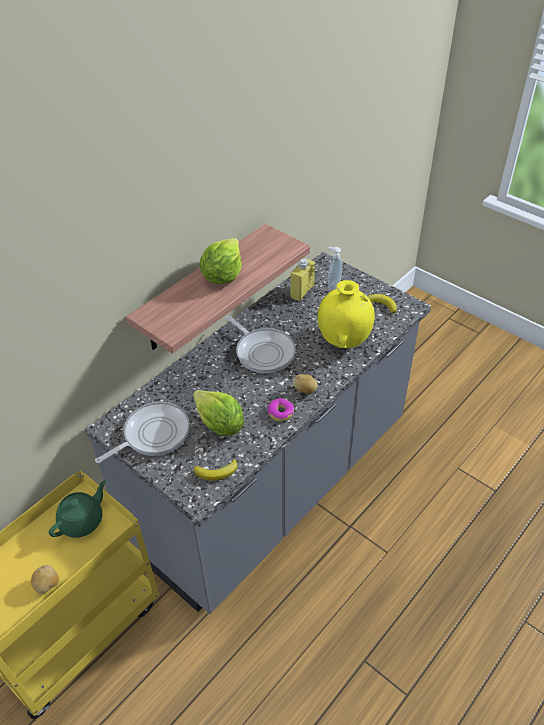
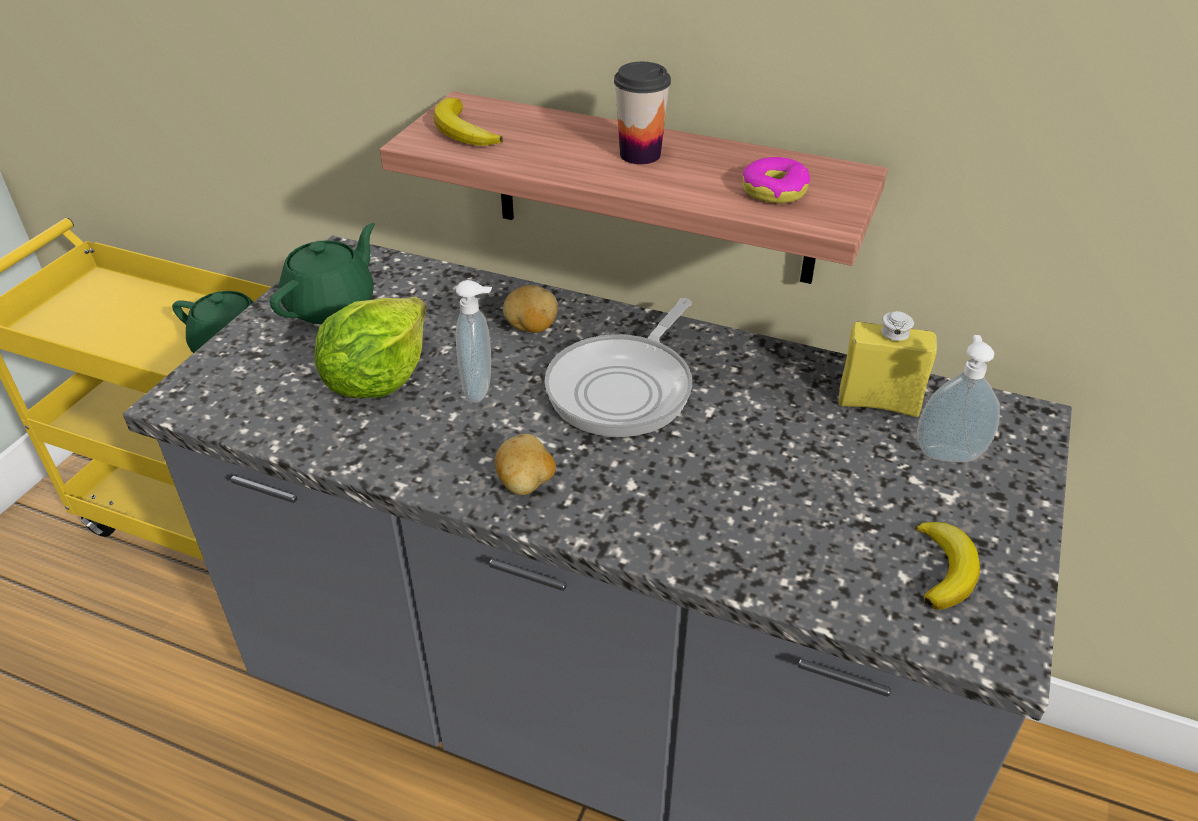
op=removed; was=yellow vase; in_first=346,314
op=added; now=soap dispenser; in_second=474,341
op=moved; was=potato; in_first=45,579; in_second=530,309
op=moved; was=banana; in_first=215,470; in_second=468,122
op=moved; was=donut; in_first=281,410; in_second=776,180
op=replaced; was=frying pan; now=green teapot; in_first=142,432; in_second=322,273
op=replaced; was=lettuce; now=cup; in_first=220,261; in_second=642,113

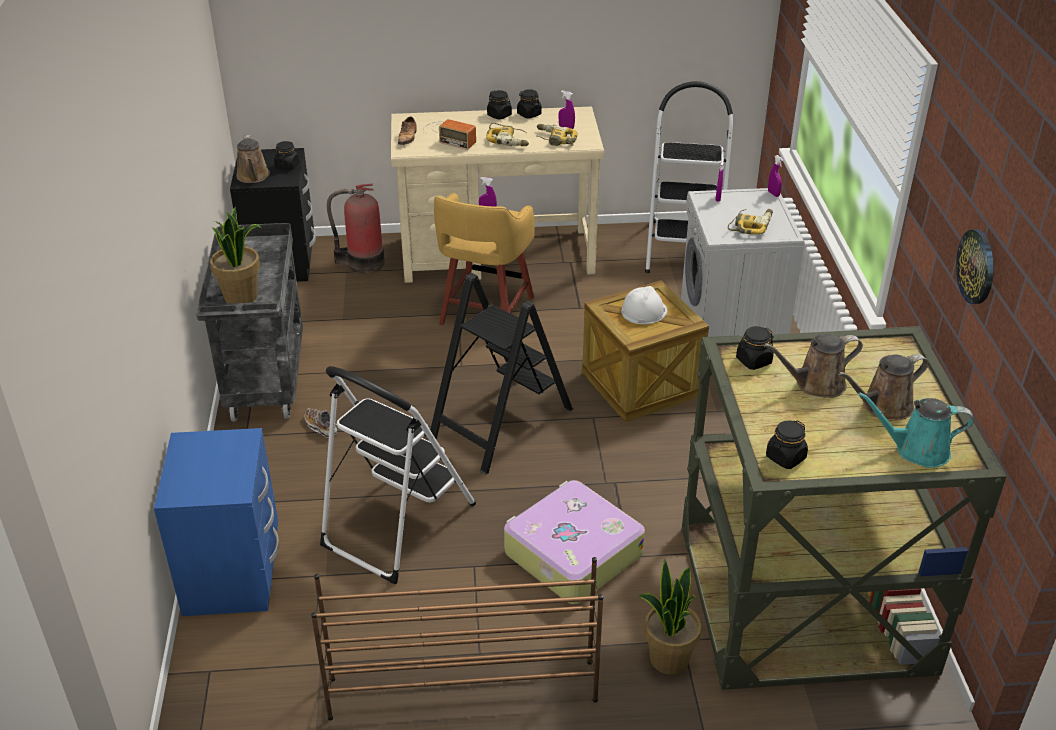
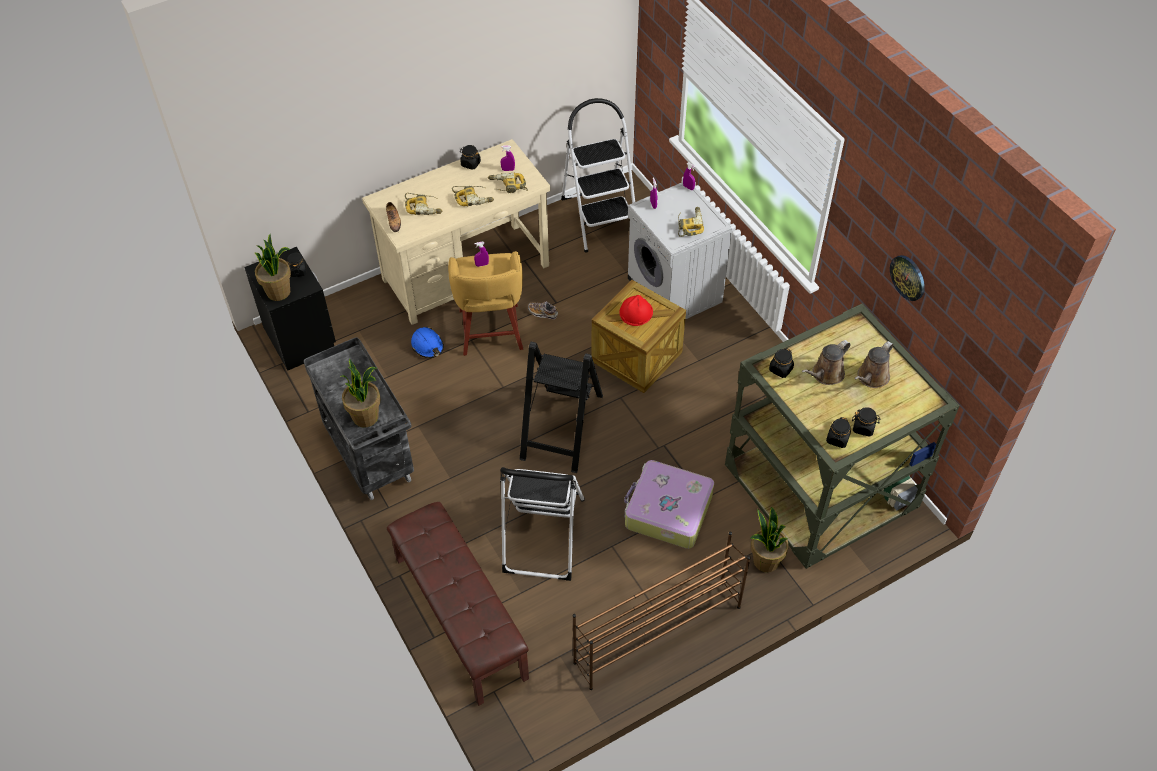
op=removed; was=fire extinguisher; in_first=356,228
op=removed; was=turquoise watering can; in_first=916,430
op=added; now=blue hard hat; in_second=427,342
op=moved; was=shoe; in_first=321,423; in_second=543,310
op=moved; was=black jar; in_first=499,104; in_second=866,422
op=replaced; was=blue nightstand; now=brown bench; in_first=216,522; in_second=458,604
op=replaced; was=brown watering can; now=potted plant; in_first=253,159; in_second=273,267
op=replaced; was=radio; now=power drill; in_first=449,134; in_second=424,204
op=recoloured; was=white hard hat; now=red hard hat; in_first=644,305; in_second=636,310

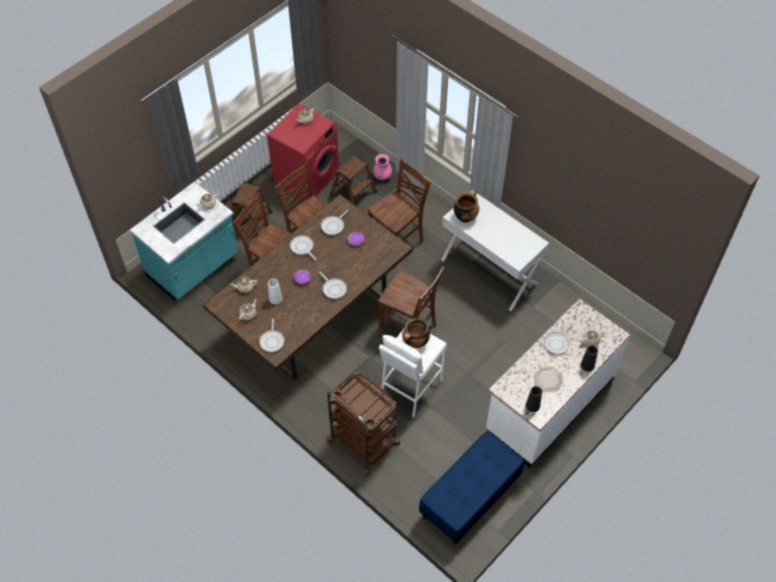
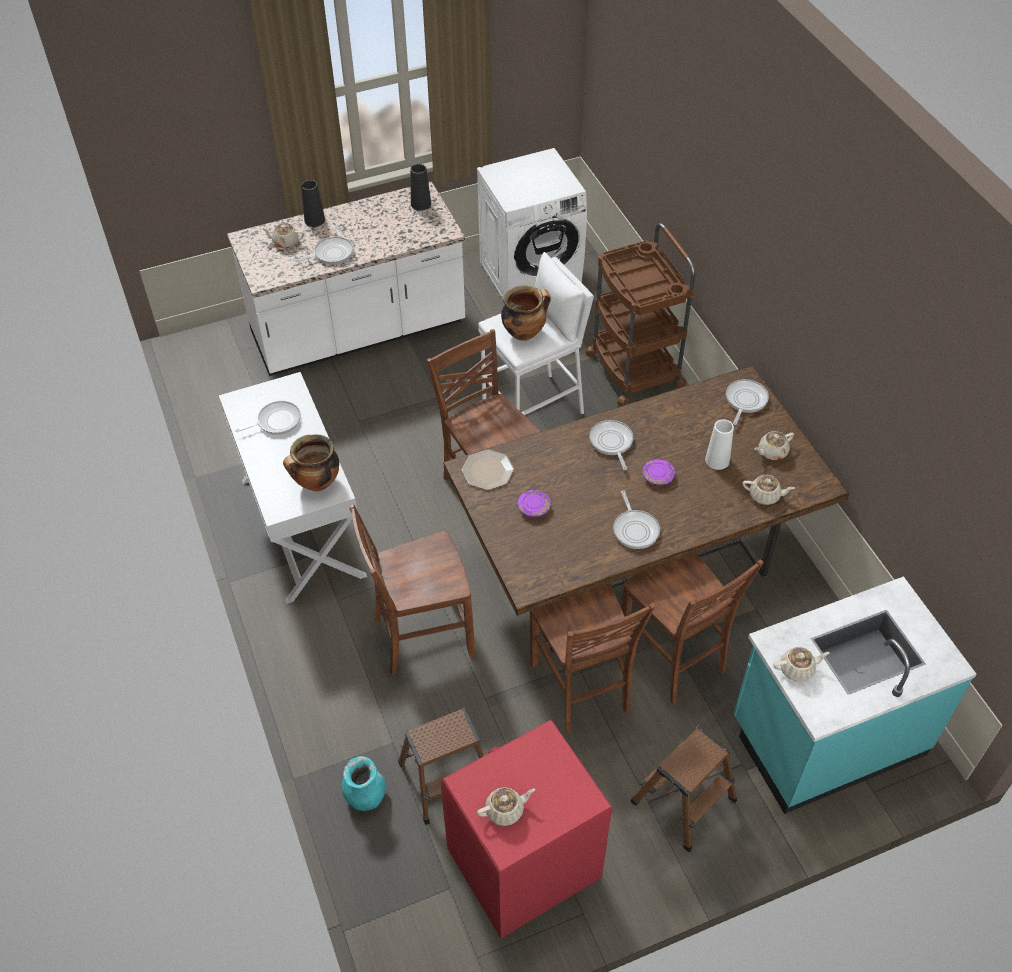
op=moved; was=frying pan; in_first=335,222; in_second=268,418
op=moved; was=plate; in_first=548,379; in_second=488,470
op=replaced; was=blue bench; now=white washing machine; in_first=471,488; in_second=532,224
op=recoloured; was=pink vase; now=turquoise vase; in_first=382,167; in_second=363,783

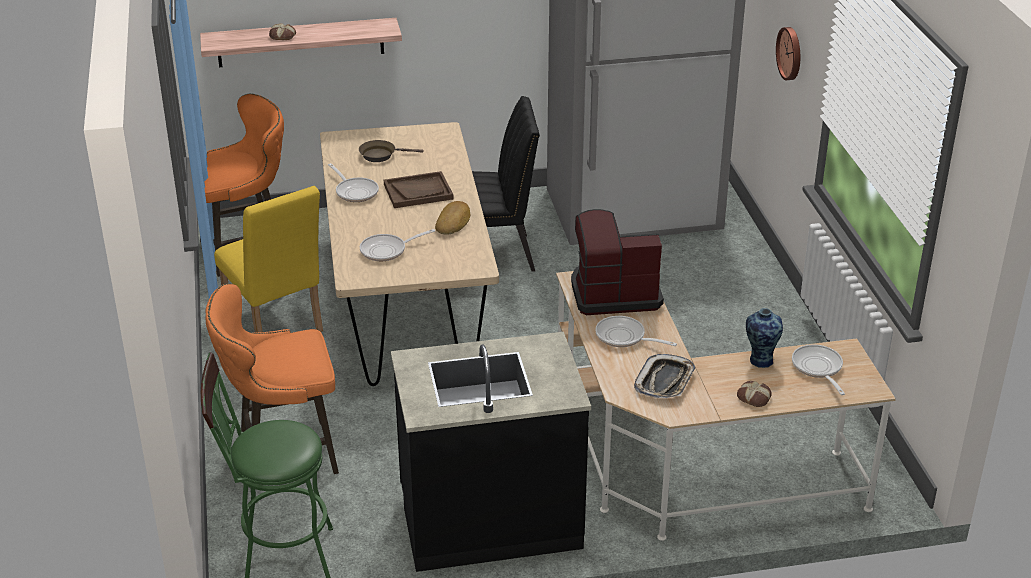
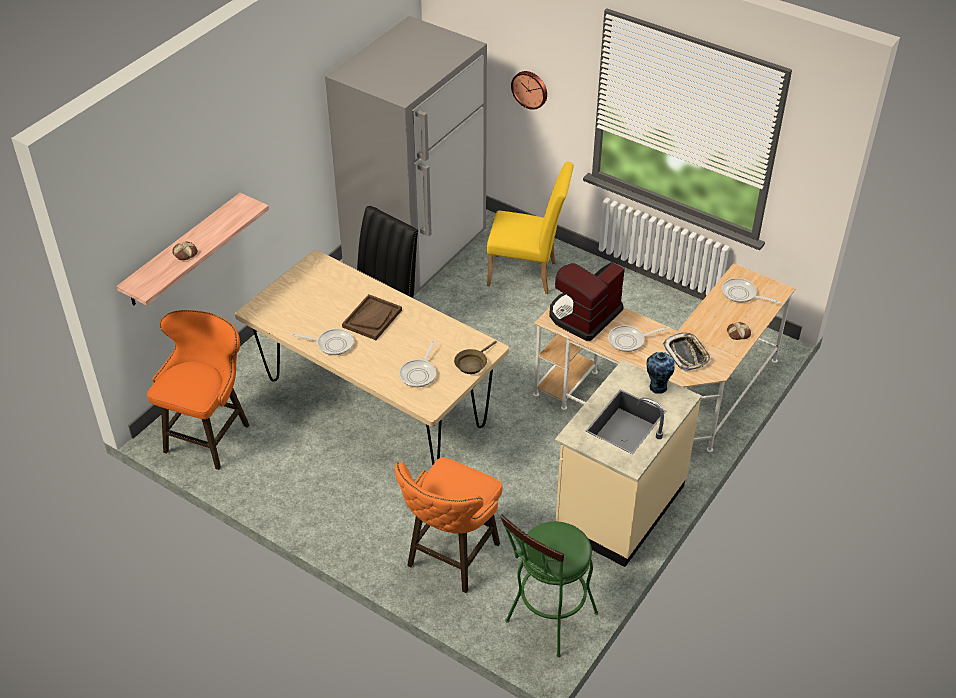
op=removed; was=bread; in_first=452,218
op=moved; was=yellow chair; in_first=268,259; in_second=530,227
op=moved; was=brown frying pan; in_first=391,151; in_second=475,357
op=moved; was=vase; in_first=764,338; in_second=661,373
op=recoloured; was=black counter; now=beige counter; in_first=491,452; in_second=628,463

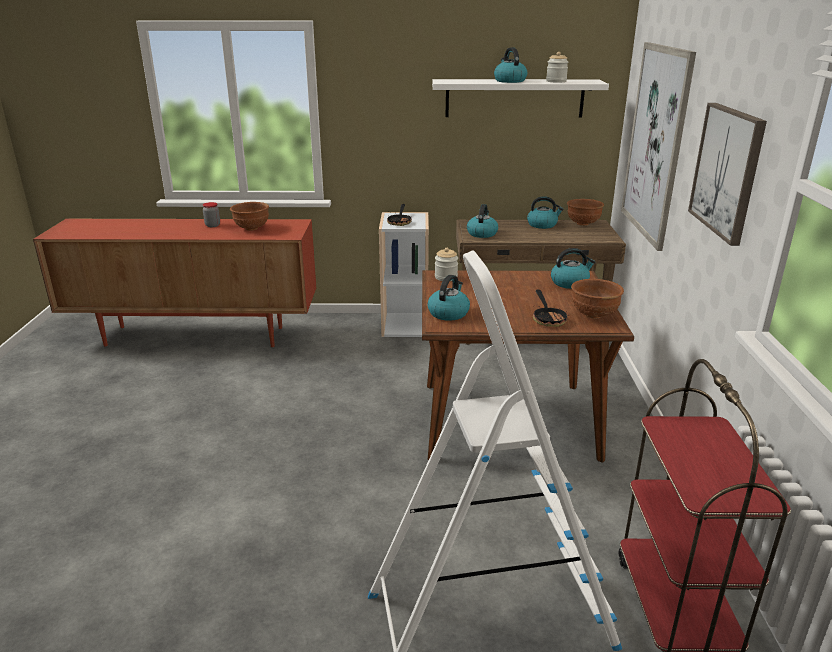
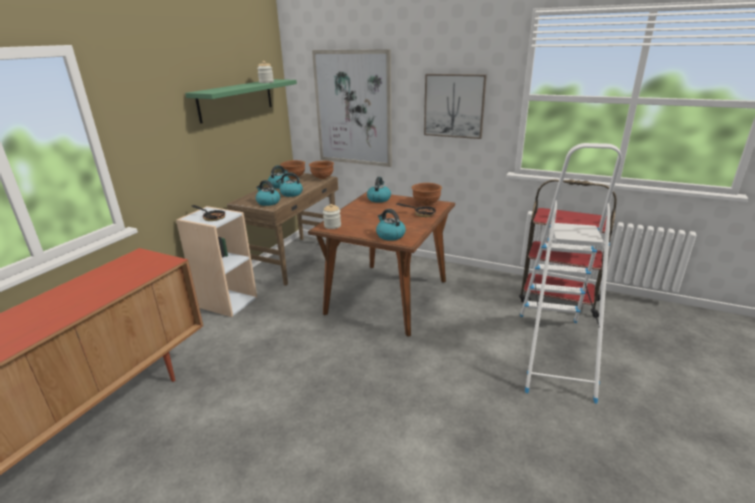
op=removed; was=jar; in_first=211,214
op=moved; was=brown bowl; in_first=249,216; in_second=321,170
op=moved; was=kettle; in_first=510,65; in_second=289,184
op=recoloured; was=white shelf; now=green shelf; in_first=520,98; in_second=241,101

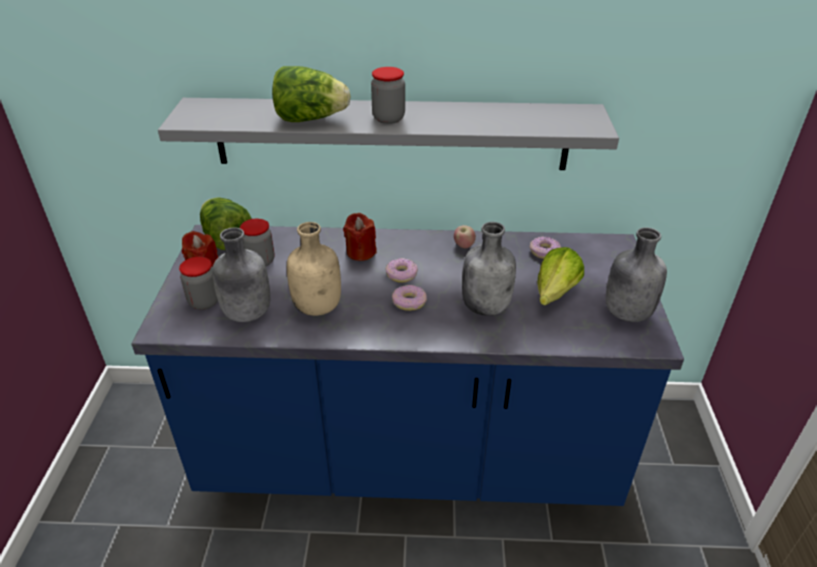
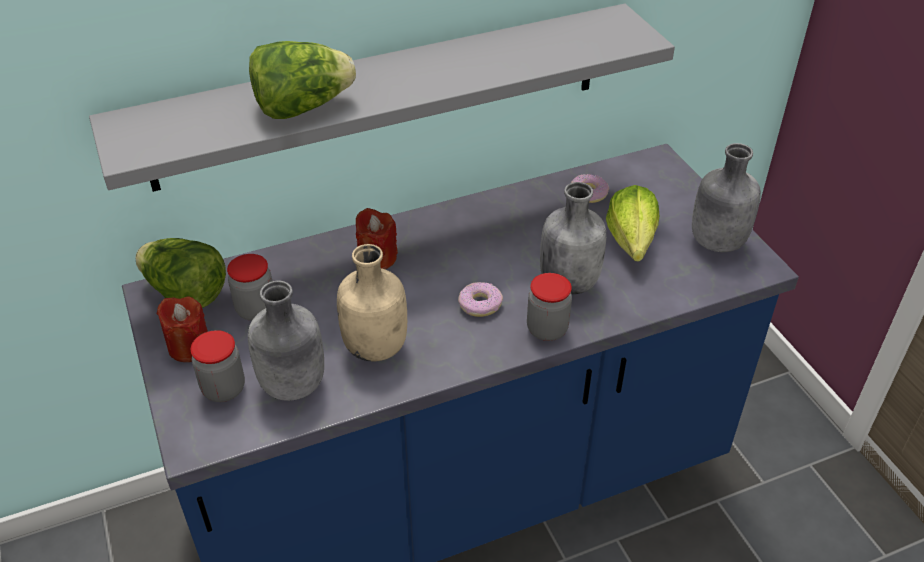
op=removed; was=donut; in_first=401,270
op=removed; was=apple; in_first=465,236
op=moved; was=jar; in_first=388,95; in_second=549,307

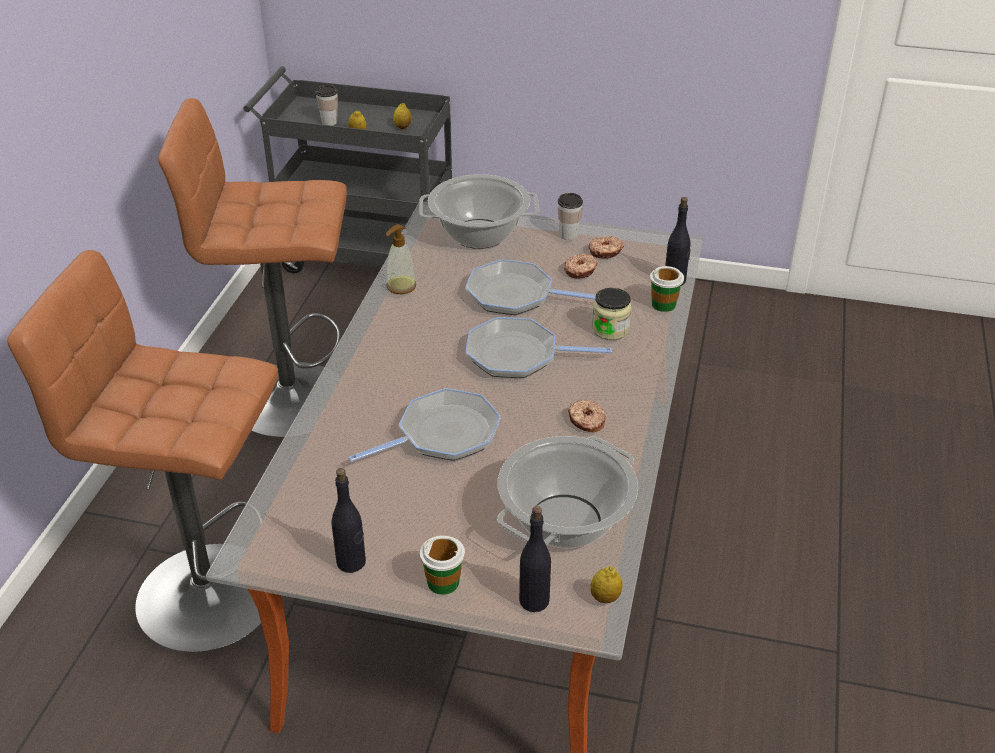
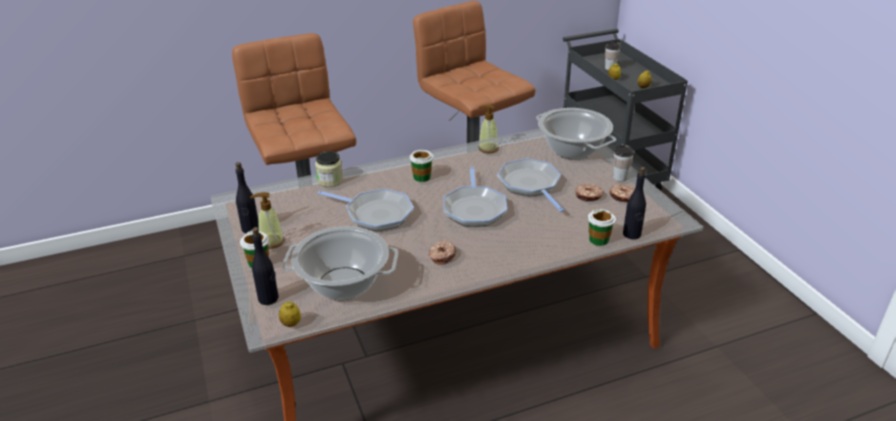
op=added; now=soap dispenser; in_second=267,220
op=added; now=cup; in_second=421,166
op=moved; was=jar; in_first=611,314; in_second=329,169
op=turned; was=frying pan; in_first=539,347; in_second=475,197; clockwise=-150

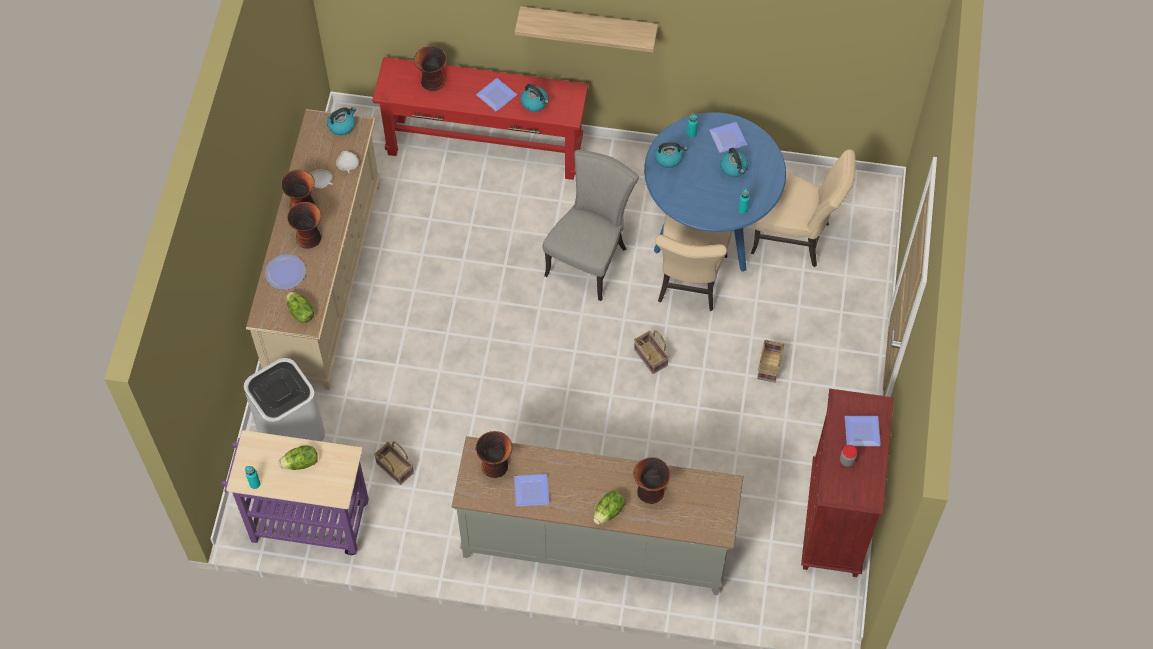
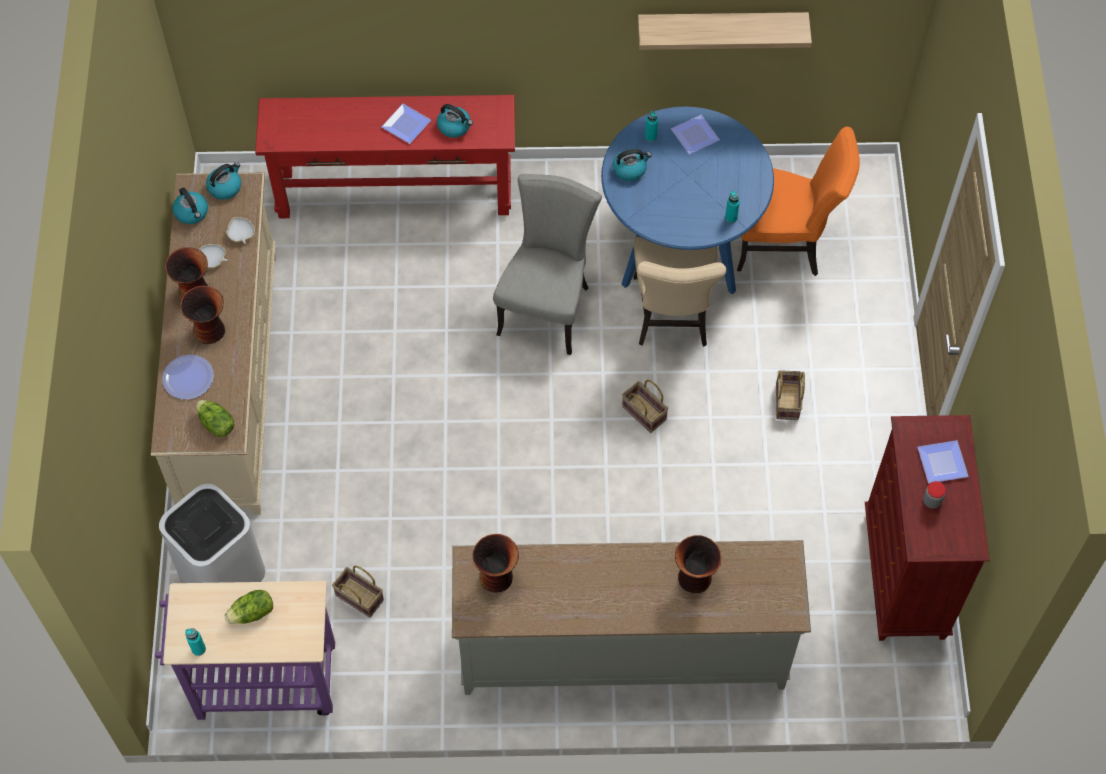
op=removed; was=vase; in_first=430,68
op=removed; was=plate; in_first=531,490
op=removed; was=lettuce; in_first=609,508
op=moved; was=shelf; in_first=586,29; in_second=725,31
op=moved; was=kettle; in_first=734,162; in_second=190,205
op=recoloured; was=beige chair; now=orange chair; in_first=803,208; in_second=798,201

